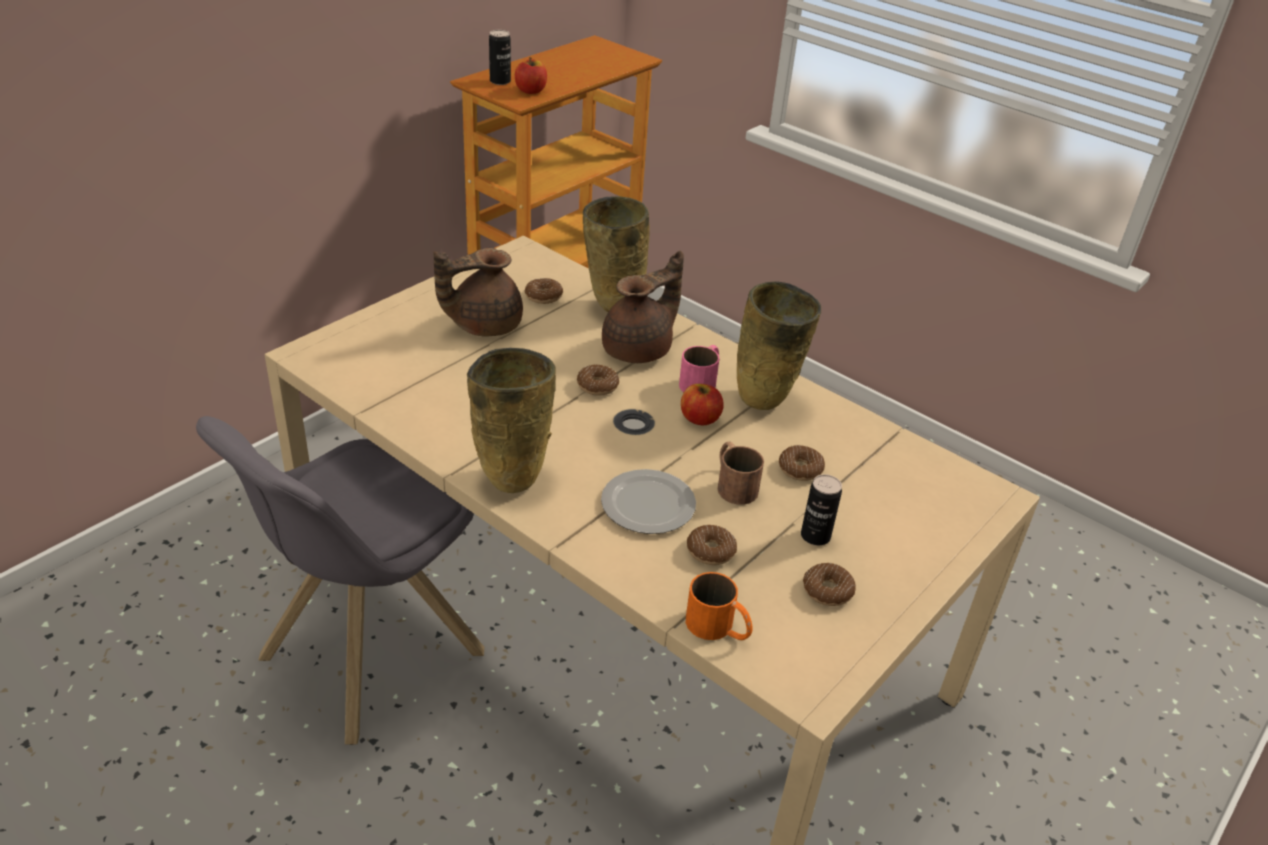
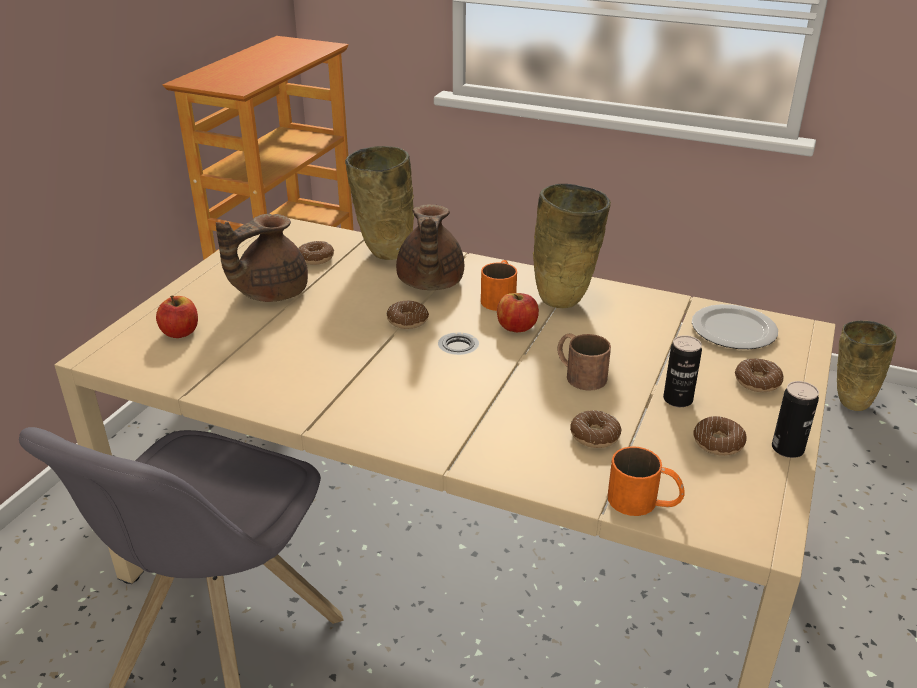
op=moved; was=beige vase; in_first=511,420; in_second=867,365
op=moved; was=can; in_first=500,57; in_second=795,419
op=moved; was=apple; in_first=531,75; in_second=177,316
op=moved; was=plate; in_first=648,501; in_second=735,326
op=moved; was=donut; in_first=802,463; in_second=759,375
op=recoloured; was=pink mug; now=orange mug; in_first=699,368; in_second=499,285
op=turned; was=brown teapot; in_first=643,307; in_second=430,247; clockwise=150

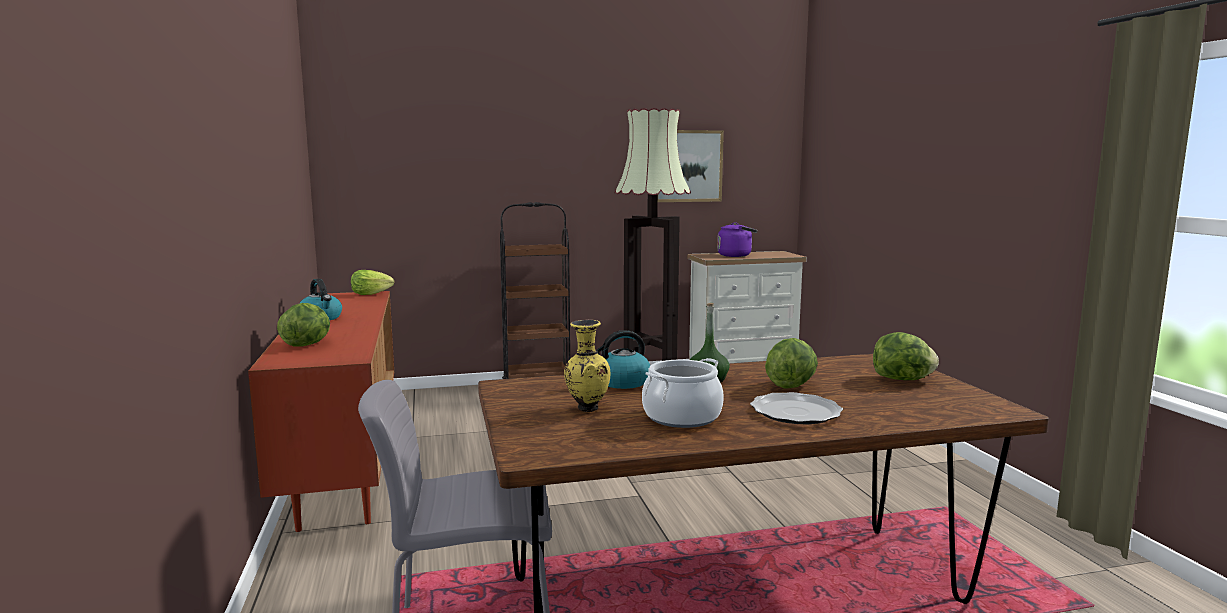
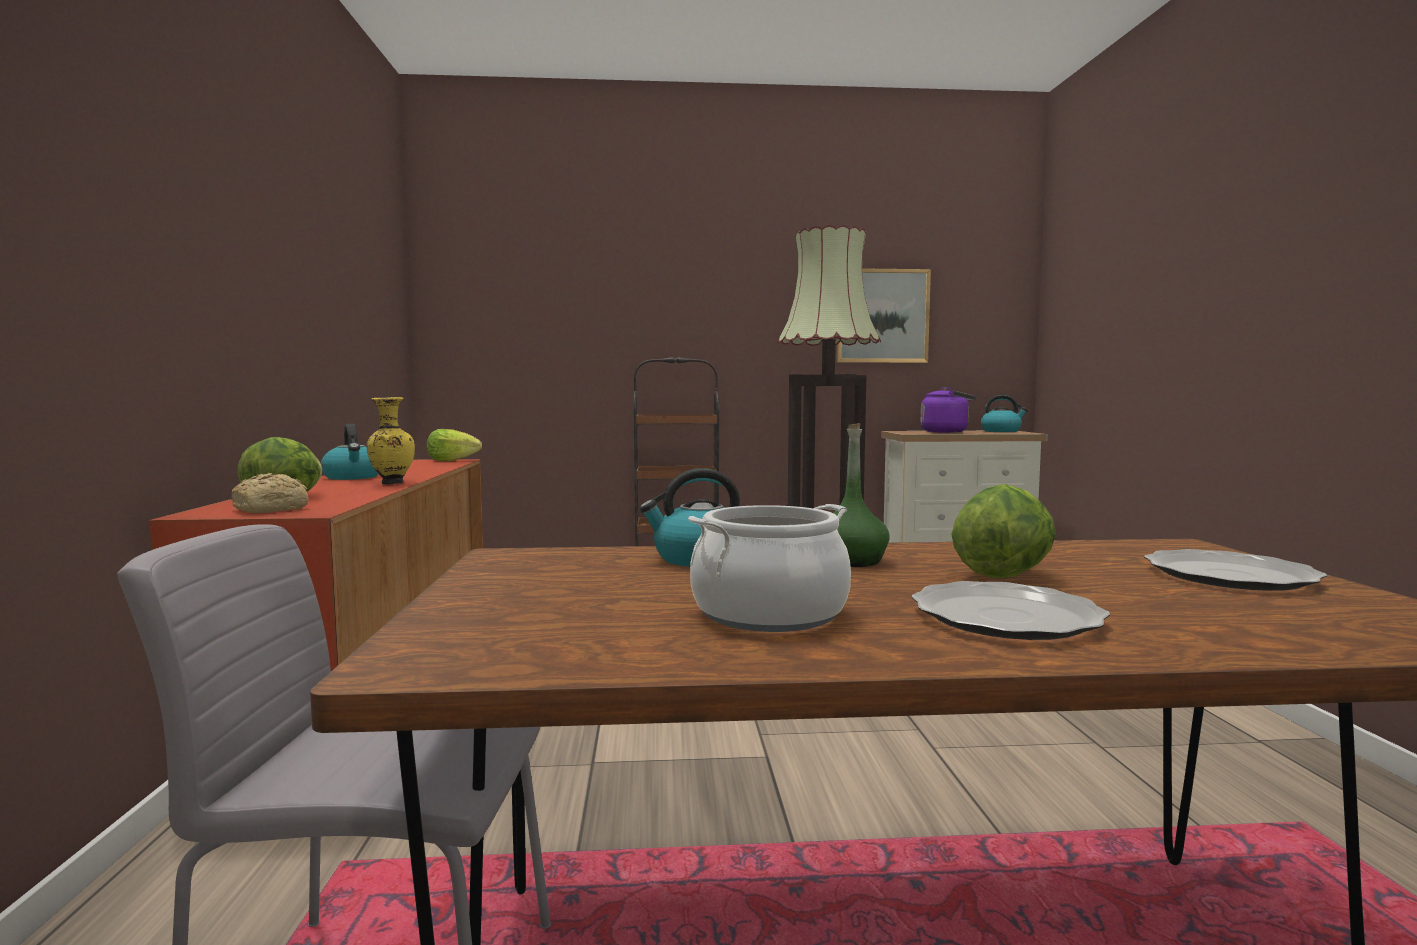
op=added; now=bread; in_second=270,493
op=added; now=kettle; in_second=1004,413
op=moved; was=yellow vase; in_first=587,366; in_second=390,441
op=replaced; was=lettuce; now=plate; in_first=906,356; in_second=1235,570

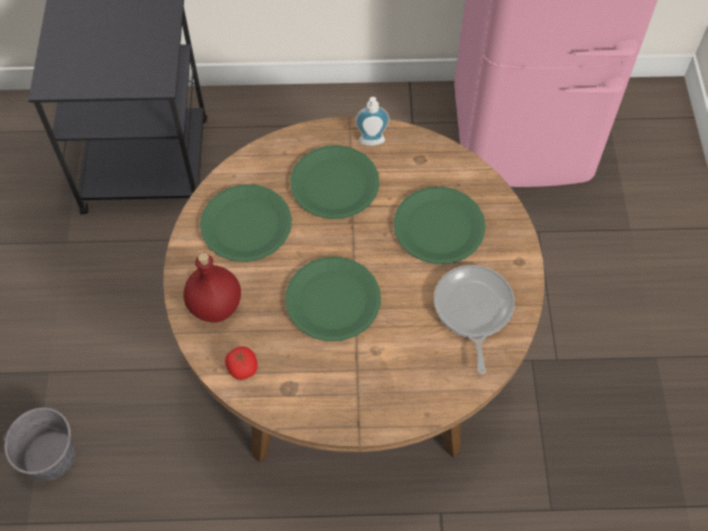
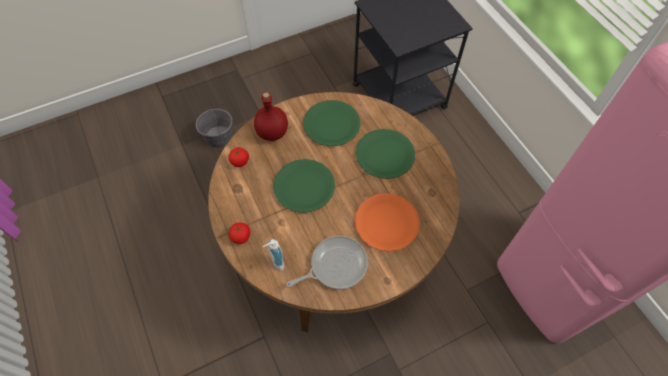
op=added; now=tomato; in_second=239,233
op=moved; was=soap dispenser; in_first=372,121; in_second=273,255
op=recoloured; was=green plate; now=orange plate; in_first=440,225; in_second=387,222

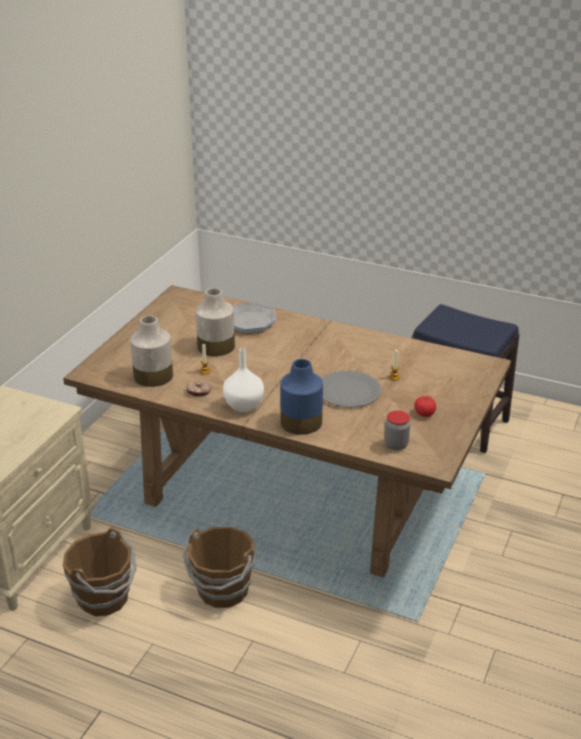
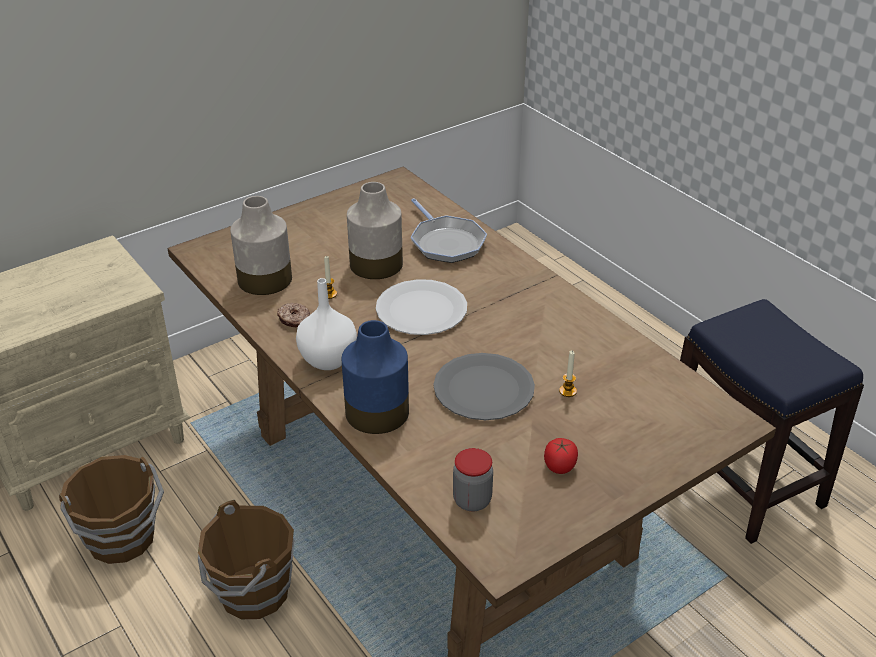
op=added; now=white plate; in_second=421,307

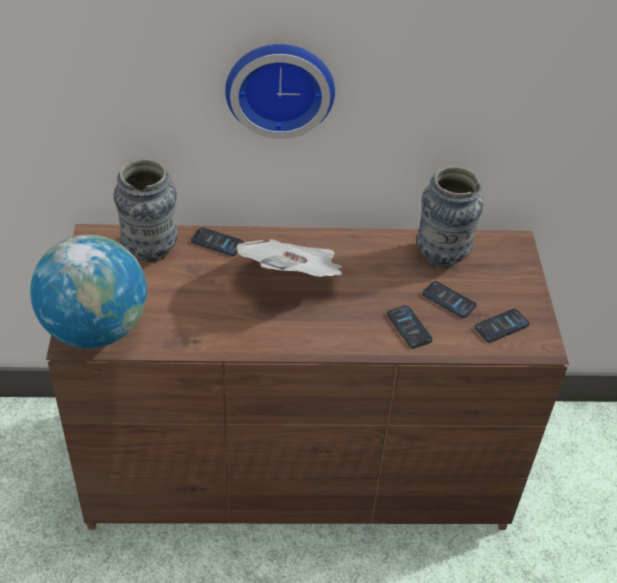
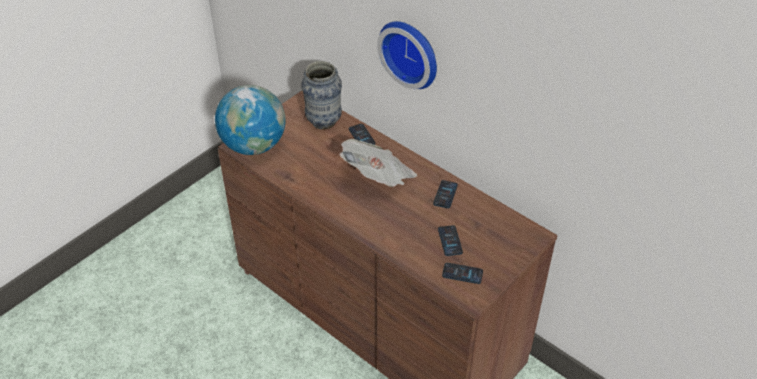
op=removed; was=vase; in_first=450,217
op=moved; was=phone; in_first=410,327; in_second=445,194

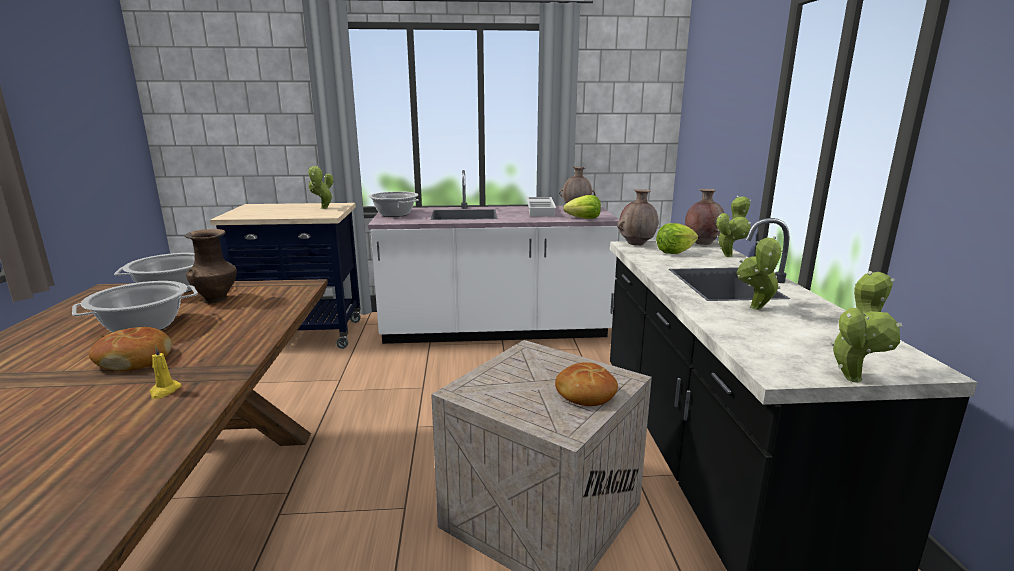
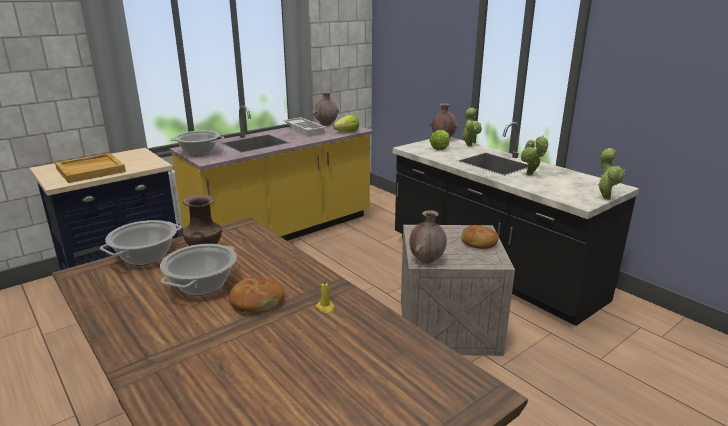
op=removed; was=potted plant; in_first=321,187
op=added; now=beige tray; in_second=90,168
op=moved; was=brown vase; in_first=638,217; in_second=428,237
op=recoloured; was=white counter; now=yellow counter; in_first=493,257; in_second=272,173

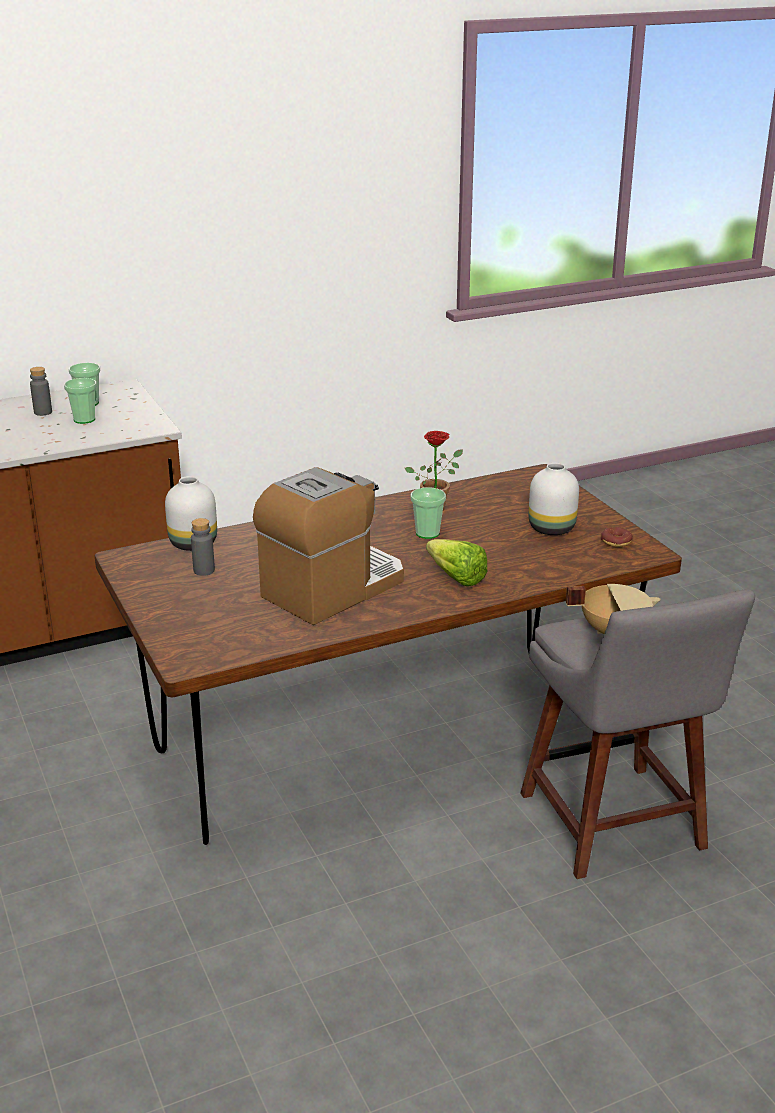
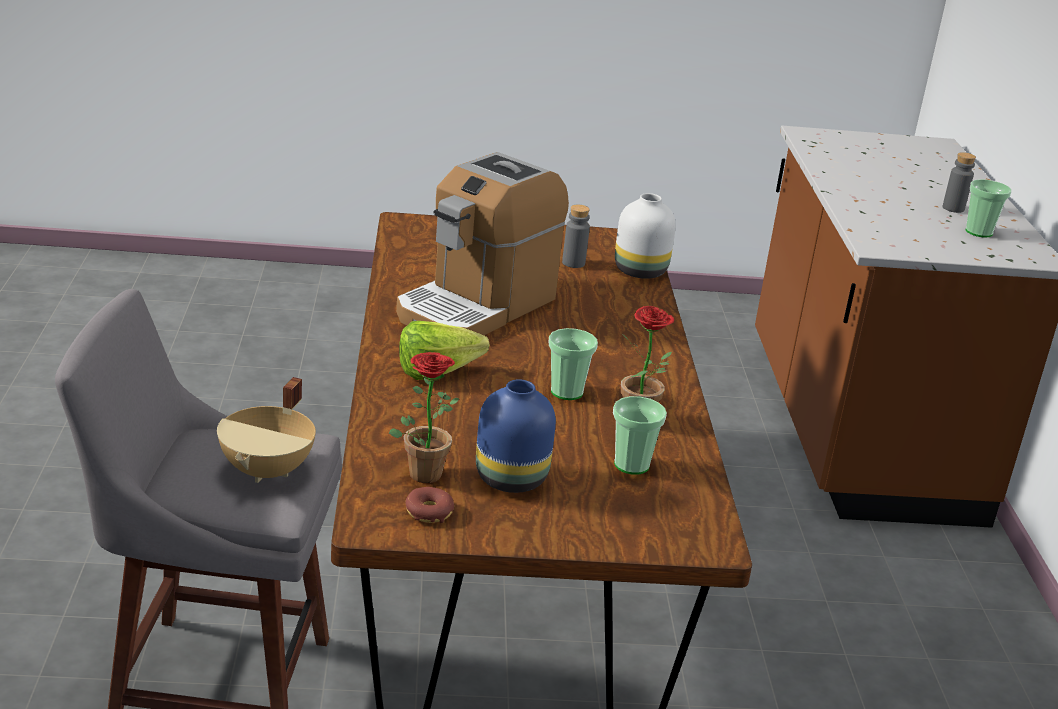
op=added; now=potted plant; in_second=424,417
op=moved; was=cup; in_first=80,401; in_second=640,435
op=recoloured; was=white vase; now=blue vase; in_first=554,499; in_second=516,436
op=turned; was=coffee machine; in_first=328,546; in_second=482,243; clockwise=60

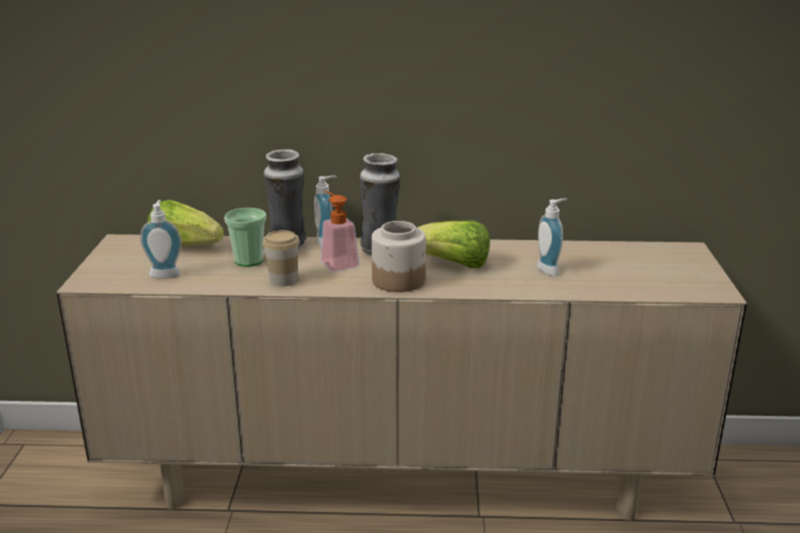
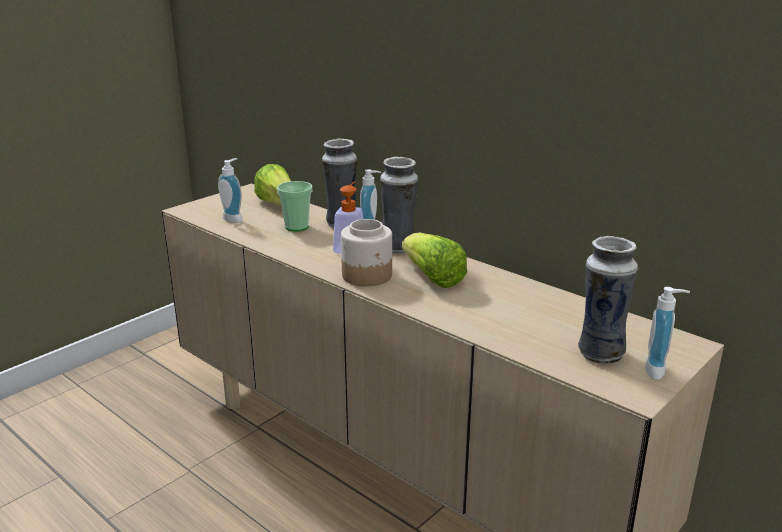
op=removed; was=cup; in_first=281,258
op=added; now=vase; in_second=608,300
op=moved; was=soap dispenser; in_first=552,237; in_second=667,333

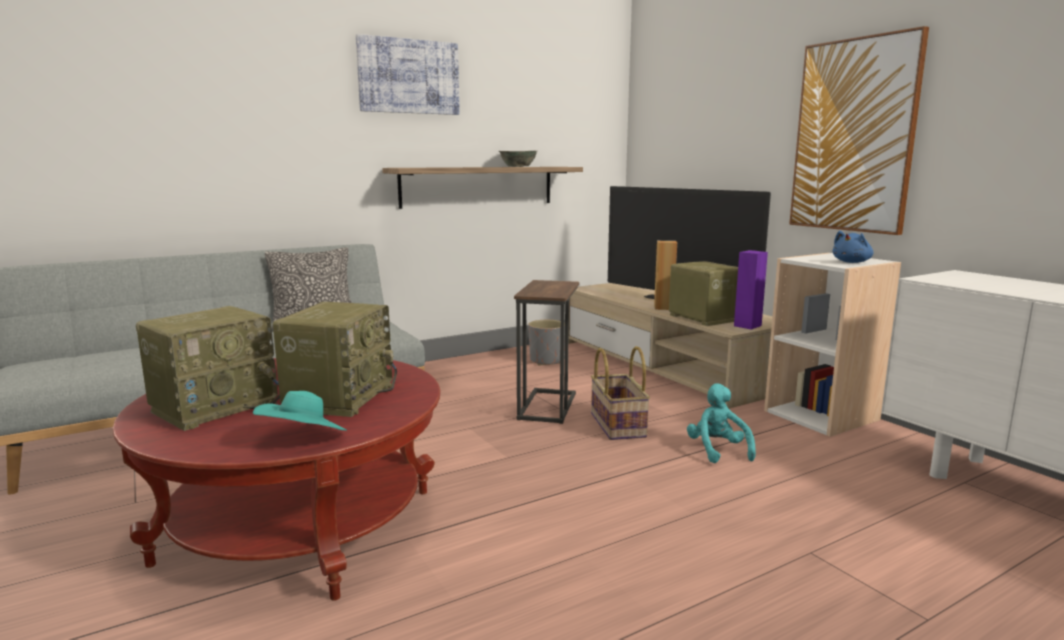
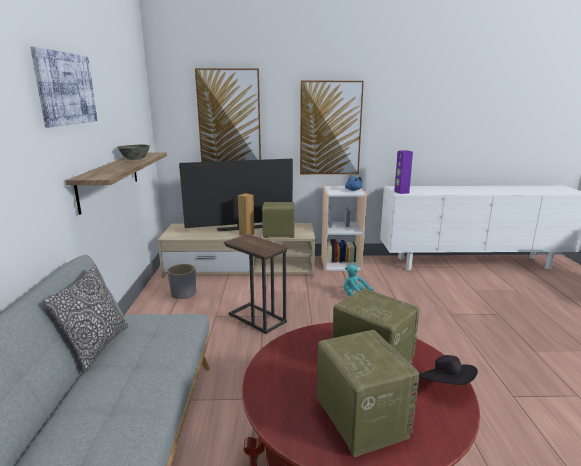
op=removed; was=basket; in_first=620,393
op=added; now=picture; in_second=228,115
op=moved; was=purple speaker; in_first=751,290; in_second=403,172
op=recoloured; was=turquoise hat; now=black hat; in_first=300,411; in_second=448,370

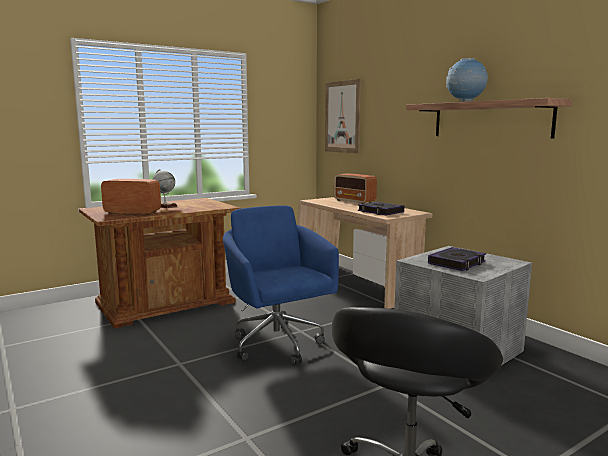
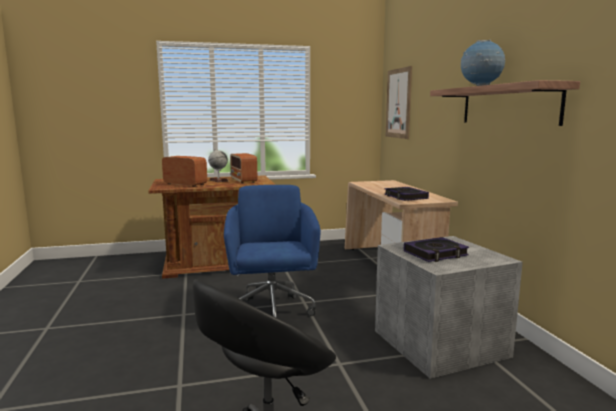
op=moved; was=radio; in_first=355,189; in_second=243,168

